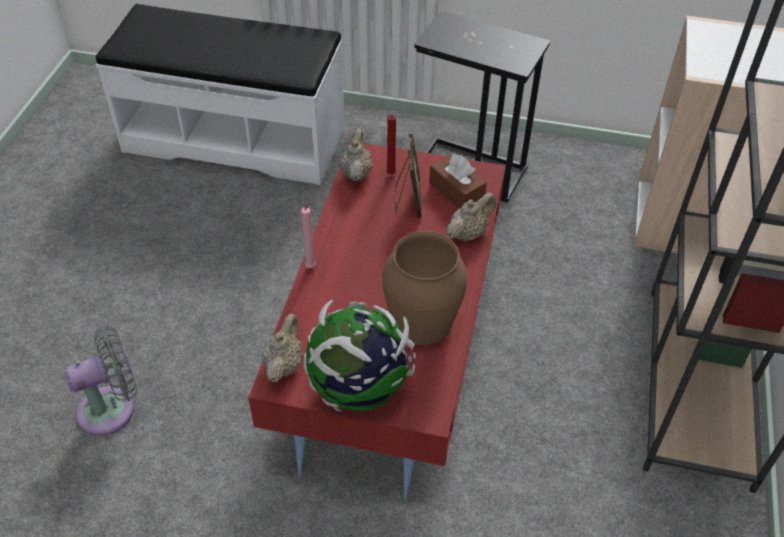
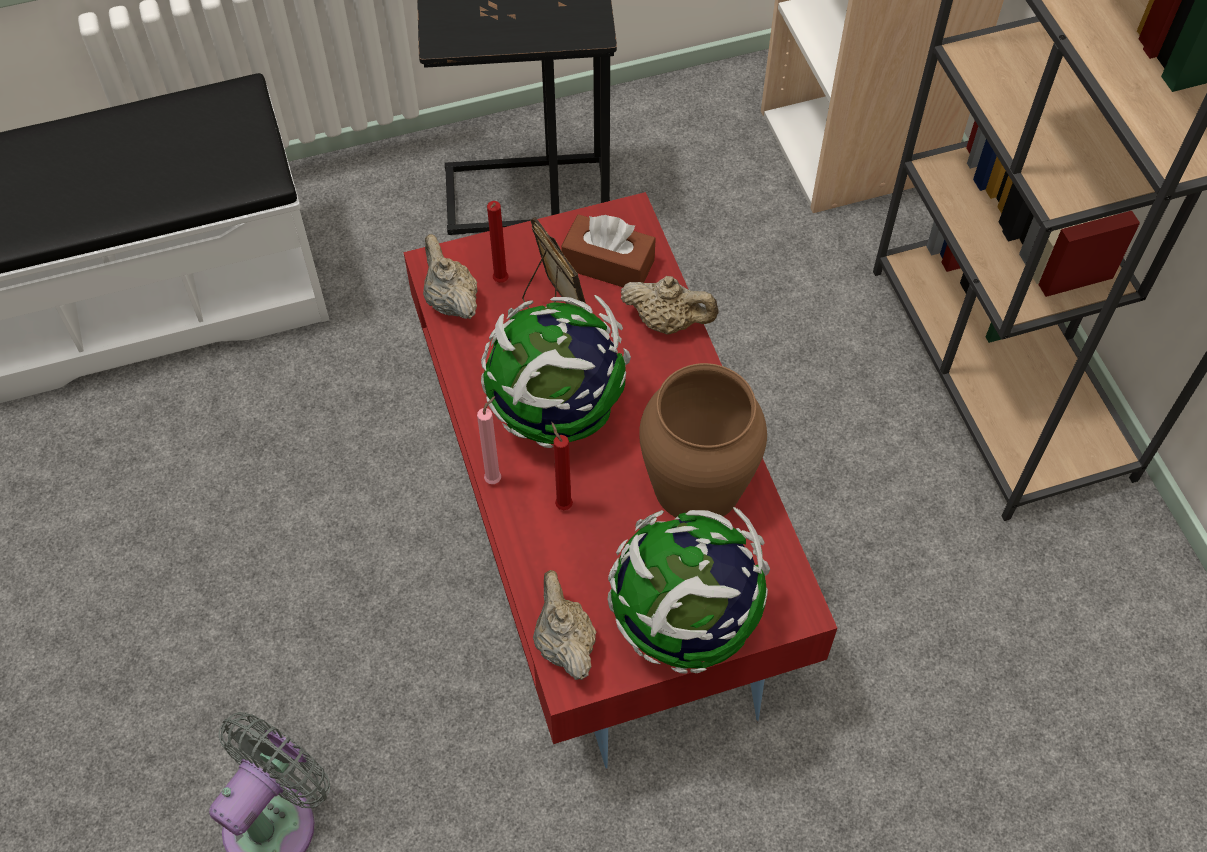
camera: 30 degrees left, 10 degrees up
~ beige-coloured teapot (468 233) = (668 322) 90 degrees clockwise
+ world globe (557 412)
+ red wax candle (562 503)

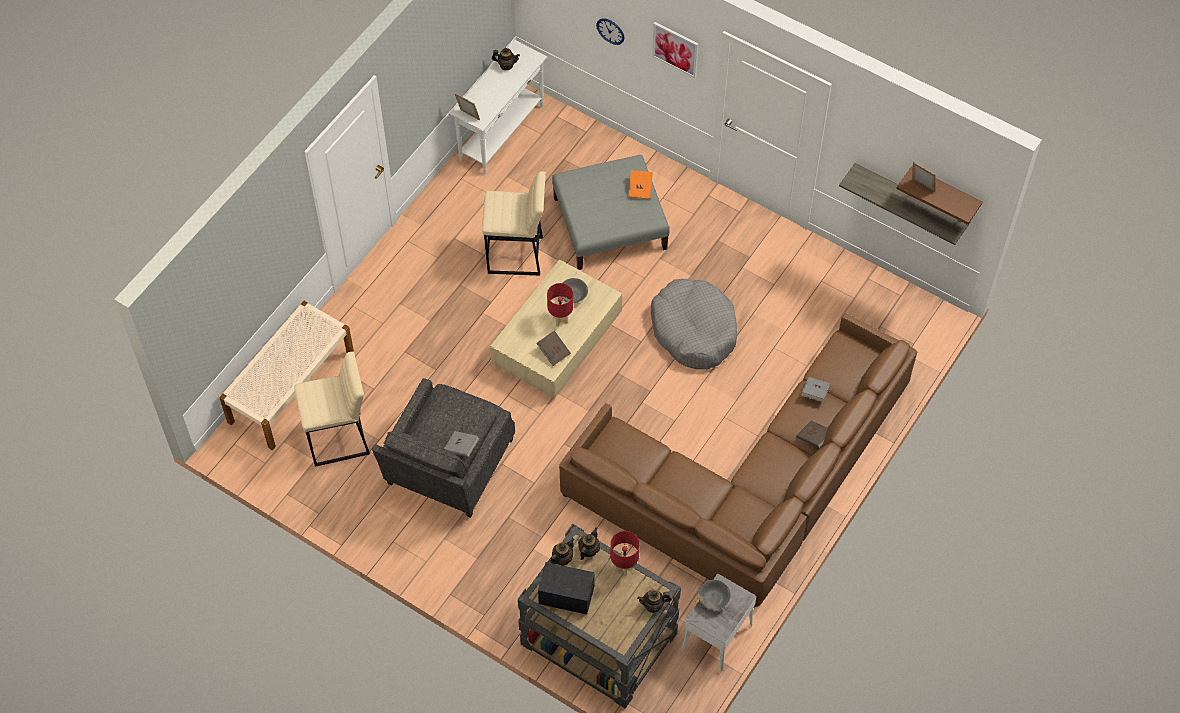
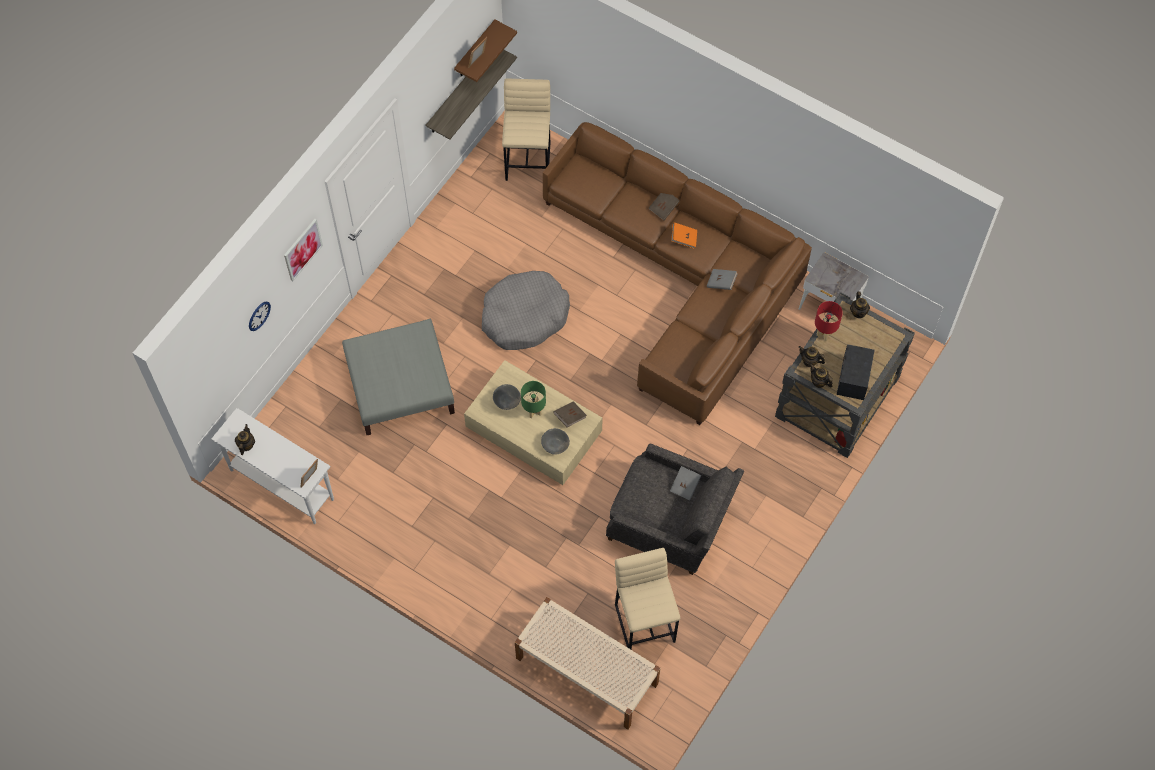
camera: 90 degrees left, 5 degrees up
~ orange-coloured bound book (640 189) to (683 238)
~ beige-coloured sitting stool (517 255) to (528 160)
~ red tabletop lamp (561 320) to green tabletop lamp (534 411)
~ grey bound book (814 393) to (721 283)
~ grey deep dish (713 599) to (554 445)

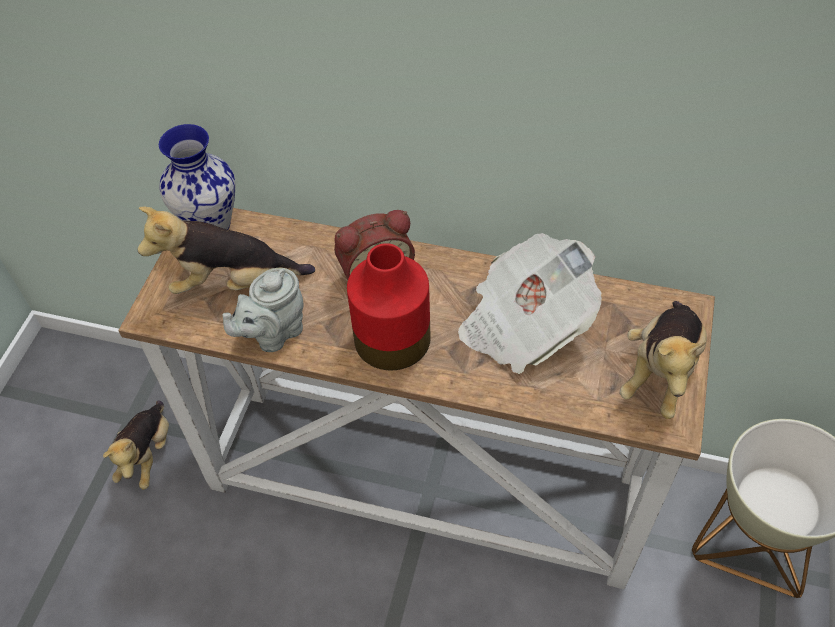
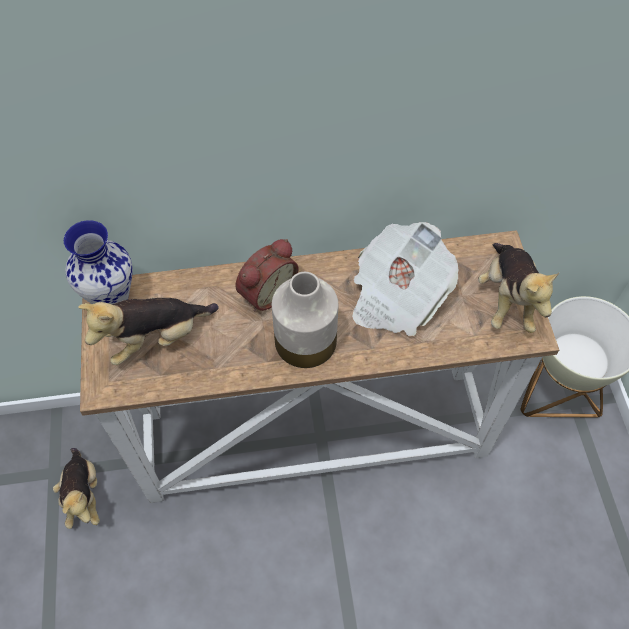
camera: 25 degrees left, 5 degrees up
~ red decorative vase (392 339) to beige-coloured decorative vase (306 341)
- grey teapot (273 333)

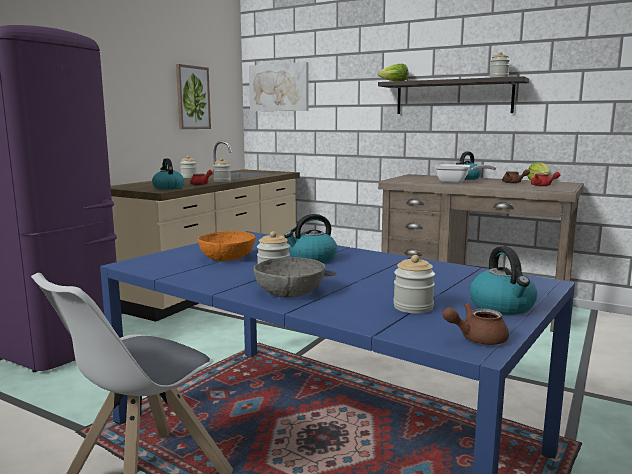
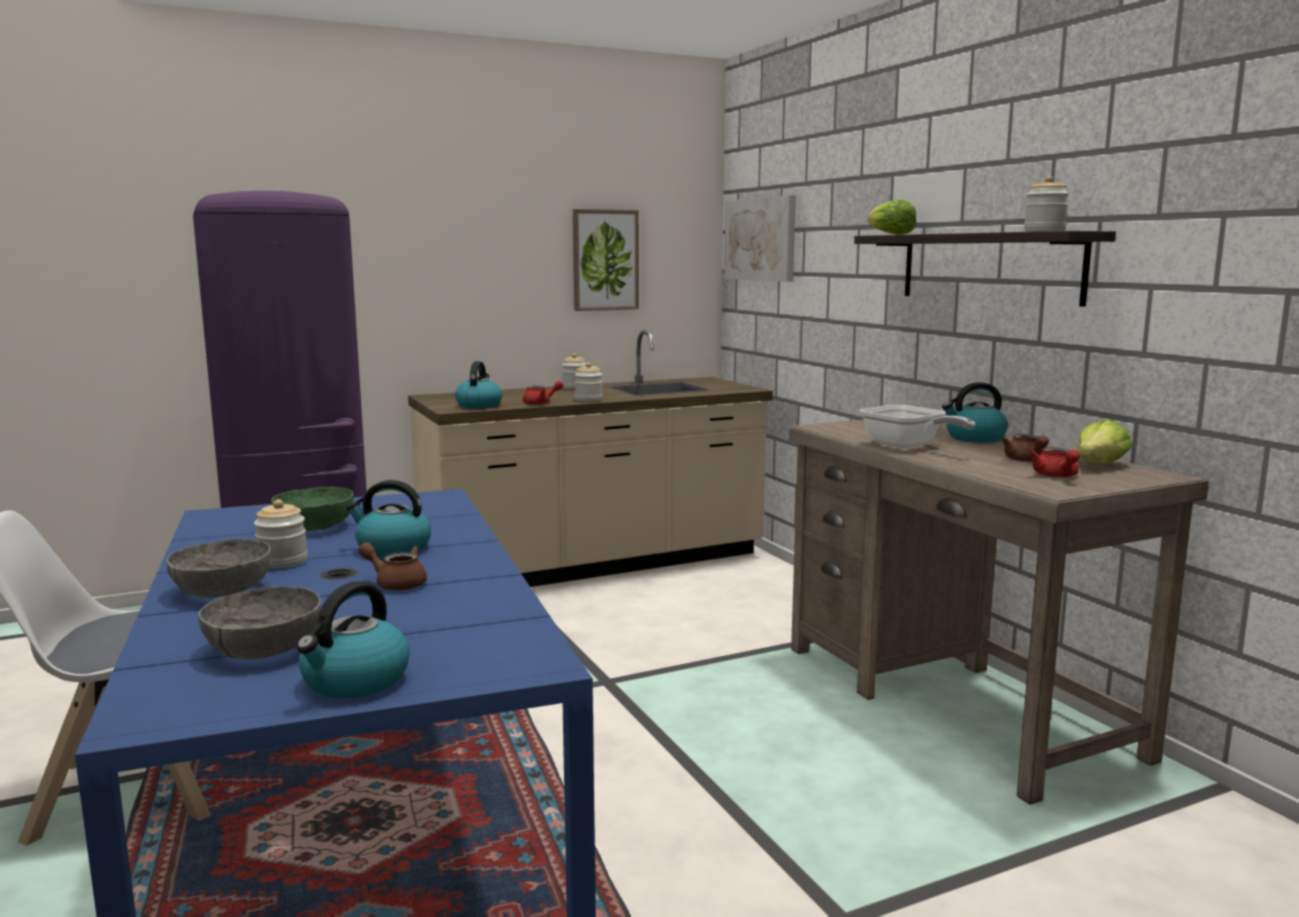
camera: 35 degrees right, 0 degrees up
~ orange-coloured deep dish (227 258) to green deep dish (314 526)
~ jar (413 307) to grey deep dish (263 648)
~ brown teapot (476 339) to (396 583)

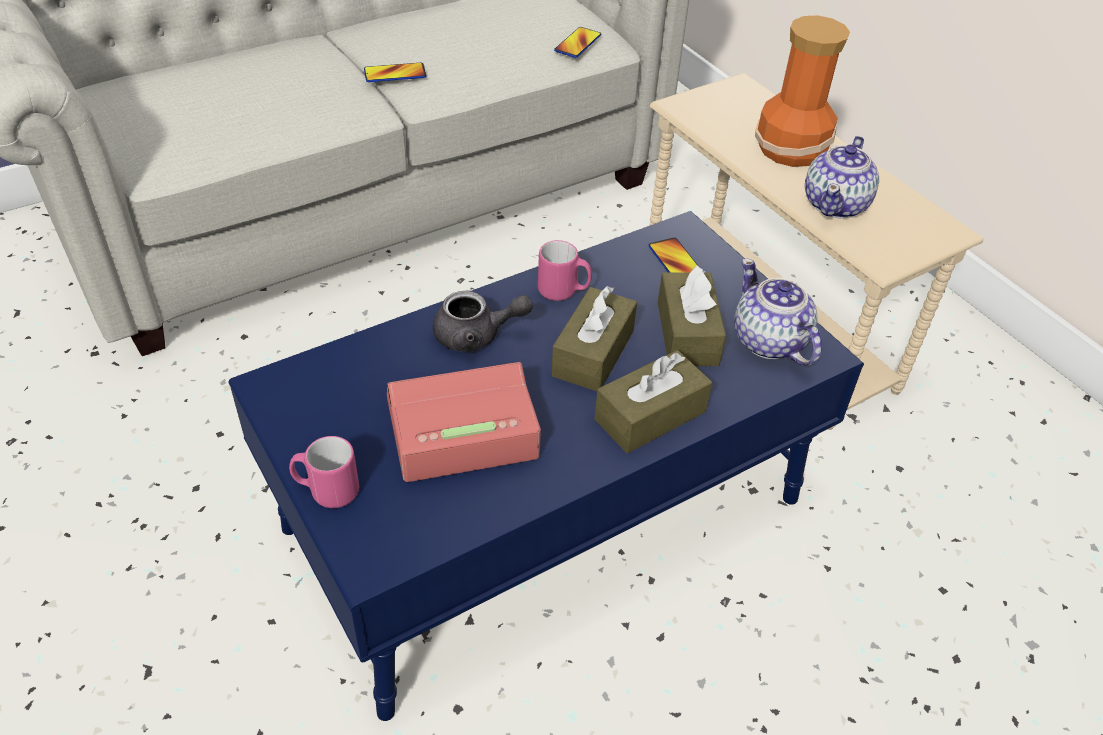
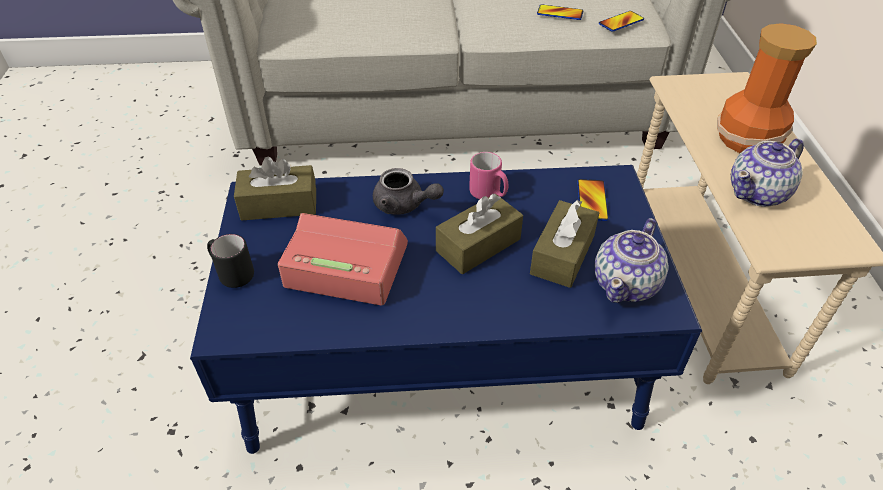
camera: 30 degrees right, 0 degrees up
~ phone (395 74) to (560 13)
~ teapot (769 342) = (626 284) 150 degrees counterclockwise
~ brown tissue holder (650 415) to (279 204)
~ pink-coloured tea mug (326 491) to blackish tea mug (232 274)

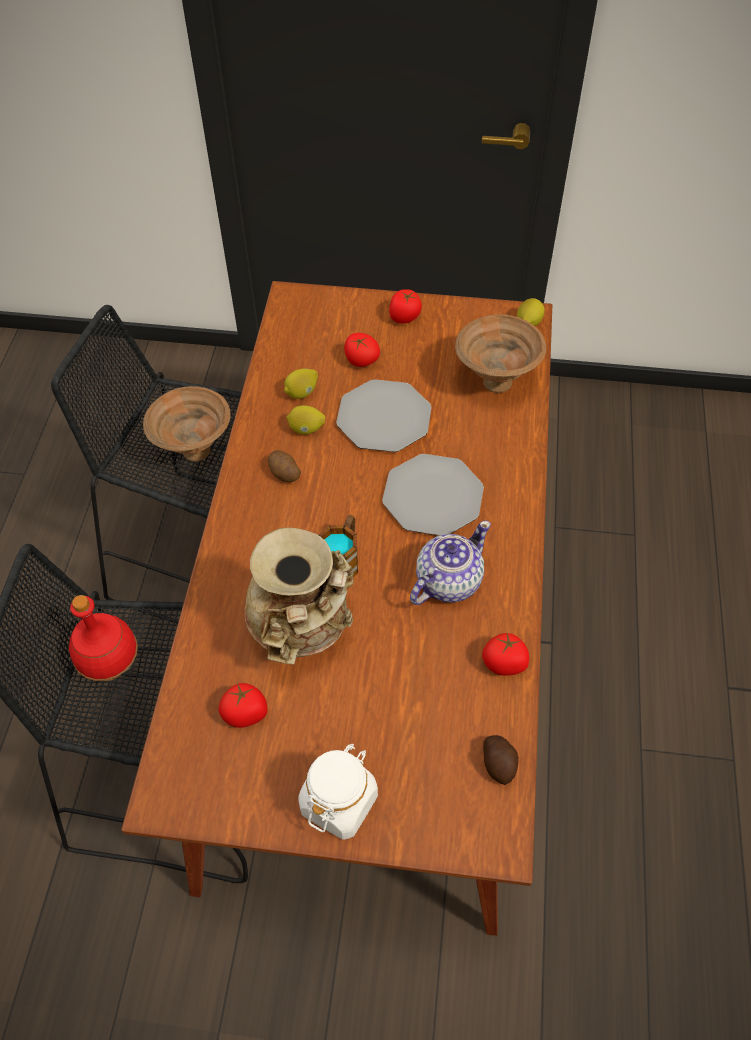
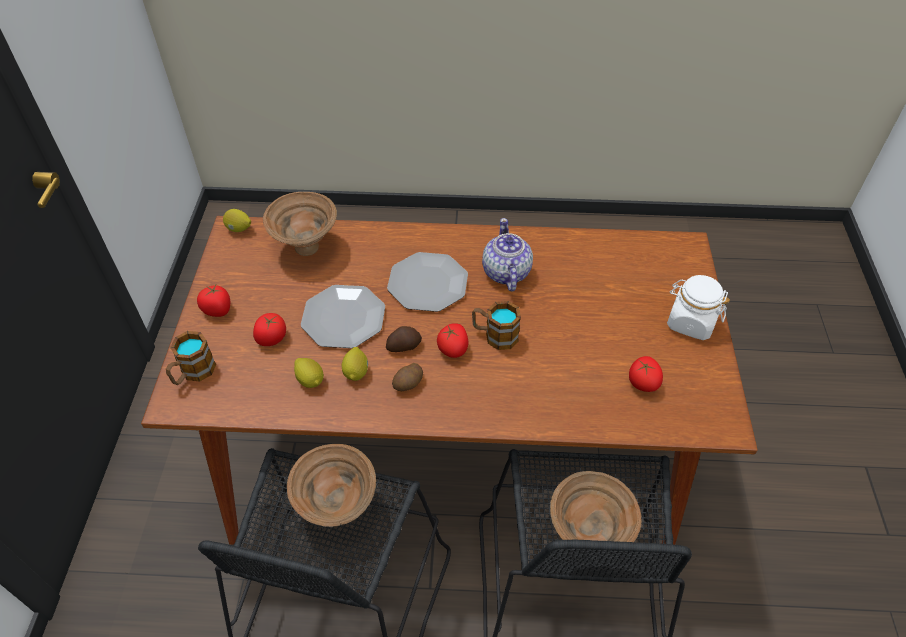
camera: 95 degrees left, 5 degrees down
~ teapot (447 581) = (505 273) 45 degrees clockwise
- beige-coloured decorative vase (304 635)
~ red drink bottle (112 664) to brown deep dish (587 535)
~ tomato (505 663) to (453 349)
~ potato (499 763) to (403 345)
+ tea mug (193 373)

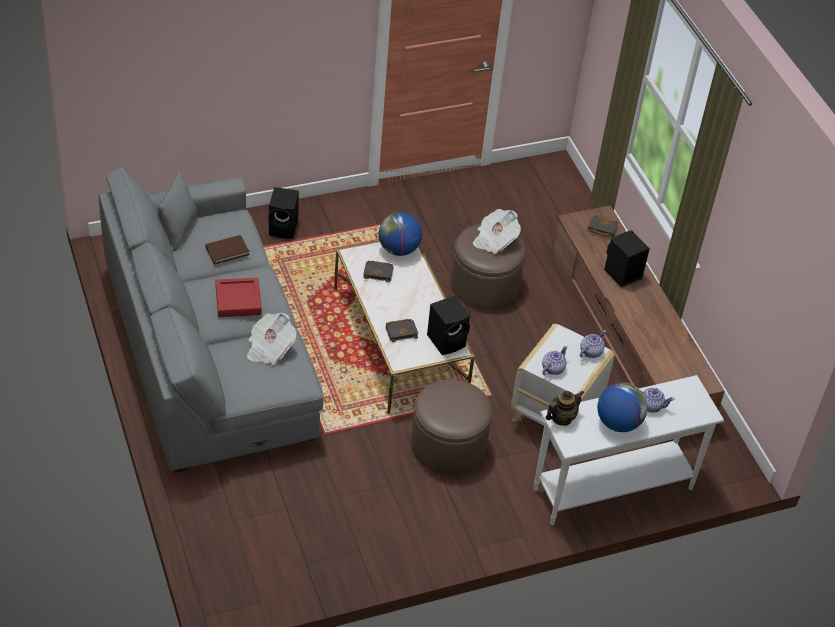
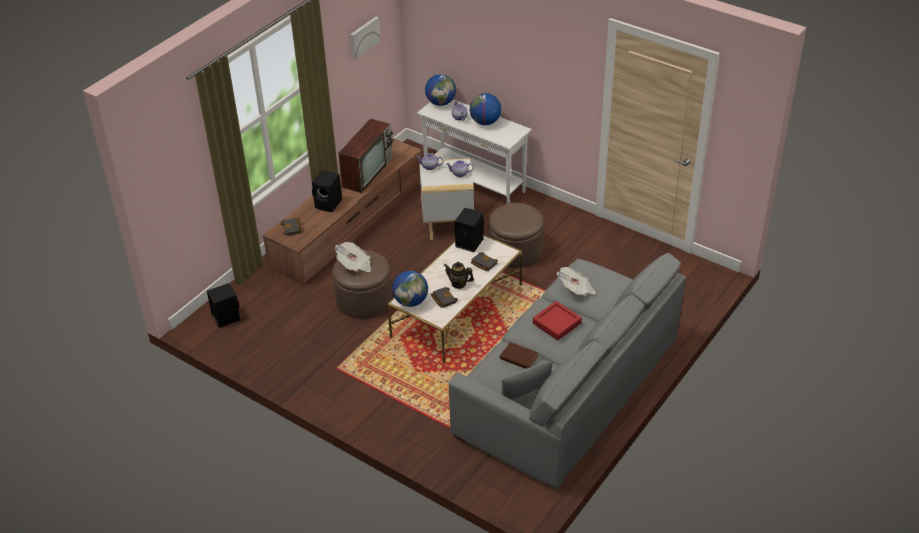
camera: 120 degrees left, 5 degrees down
~ blackish loudspeaker (284 228) to (226 317)
~ teapot (561 418) to (458 284)
+ wall art (364 37)
+ world globe (441 103)
+ television (367 171)

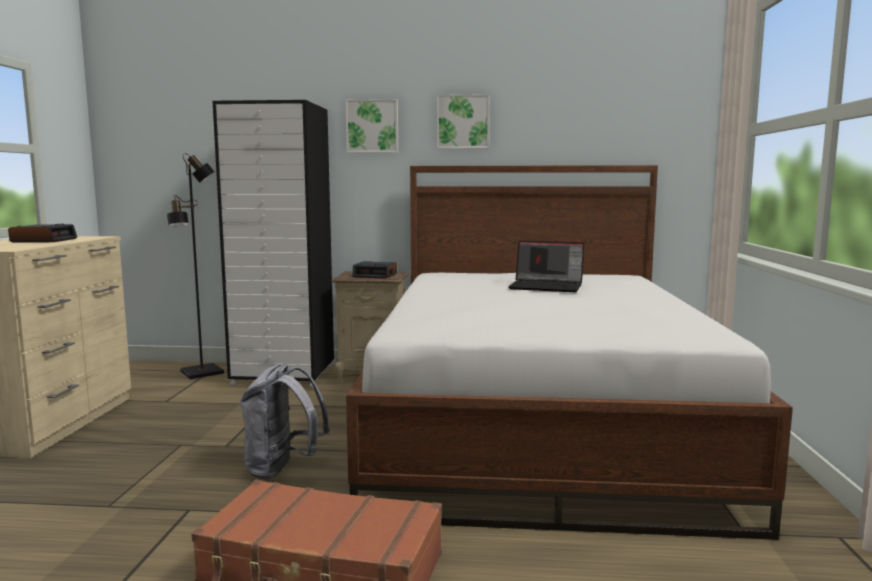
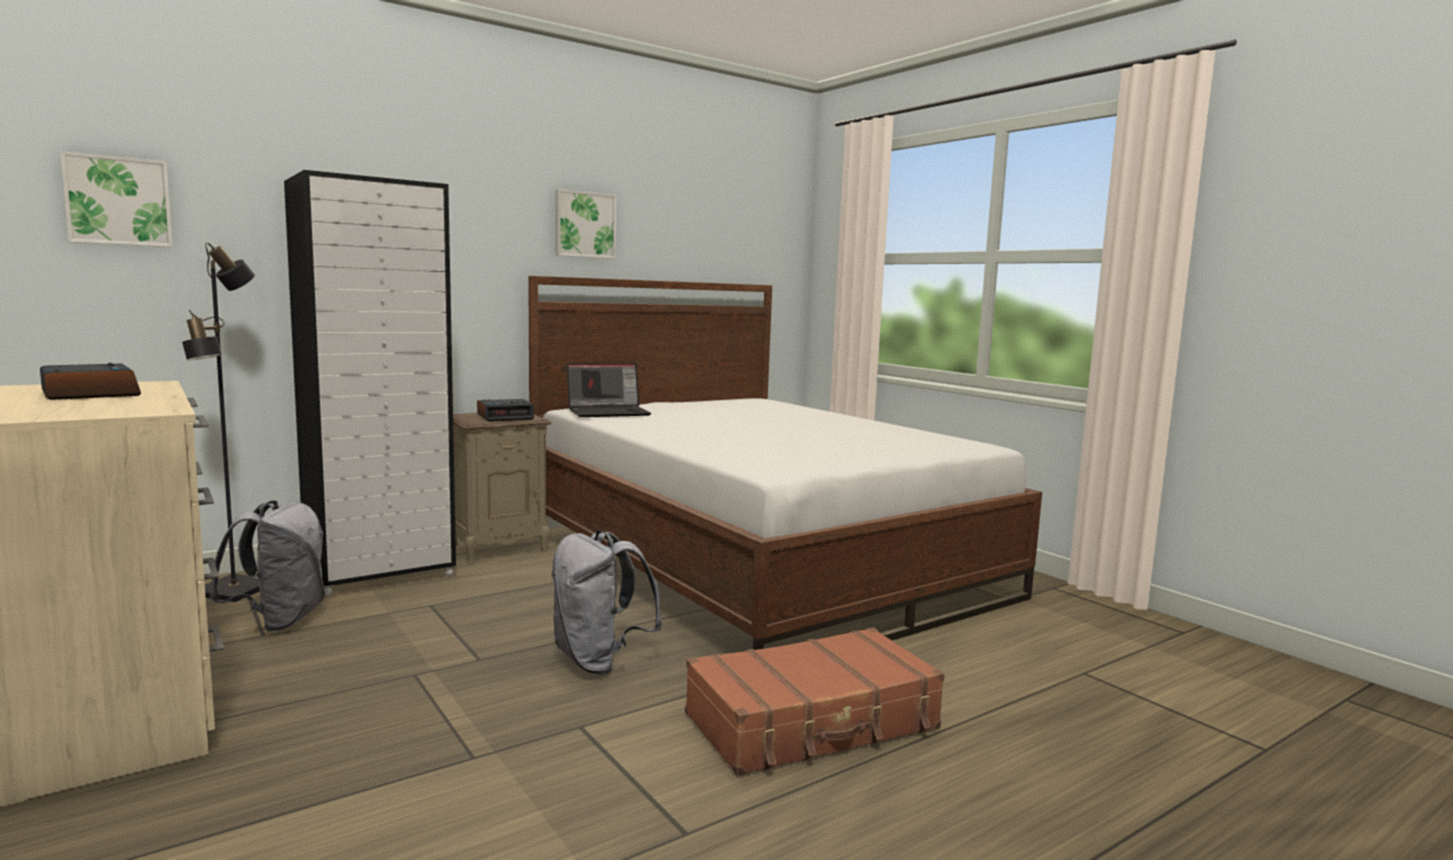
camera: 40 degrees left, 0 degrees up
~ wall art (372 126) to (118 201)
~ portable computer (547 287) to (609 412)
+ grey backpack (279 621)

